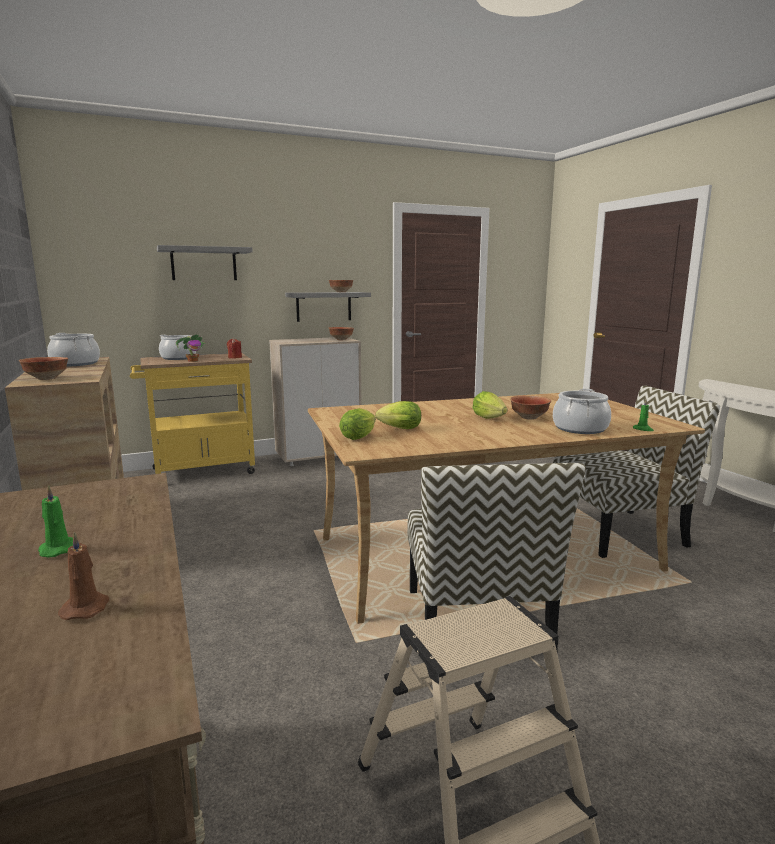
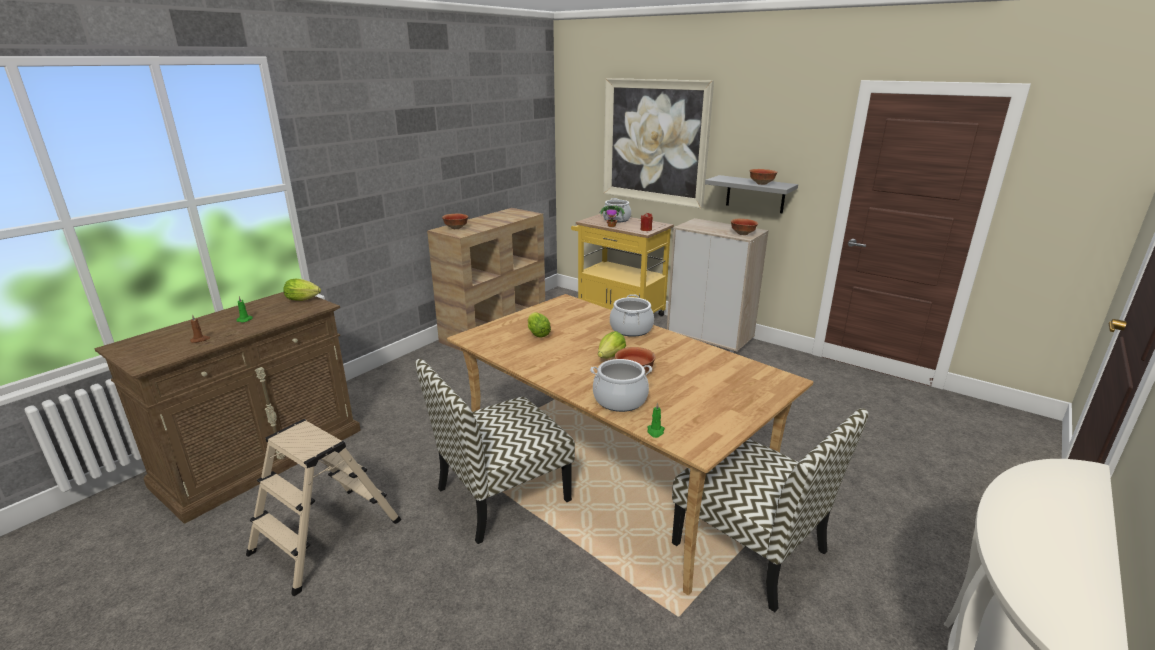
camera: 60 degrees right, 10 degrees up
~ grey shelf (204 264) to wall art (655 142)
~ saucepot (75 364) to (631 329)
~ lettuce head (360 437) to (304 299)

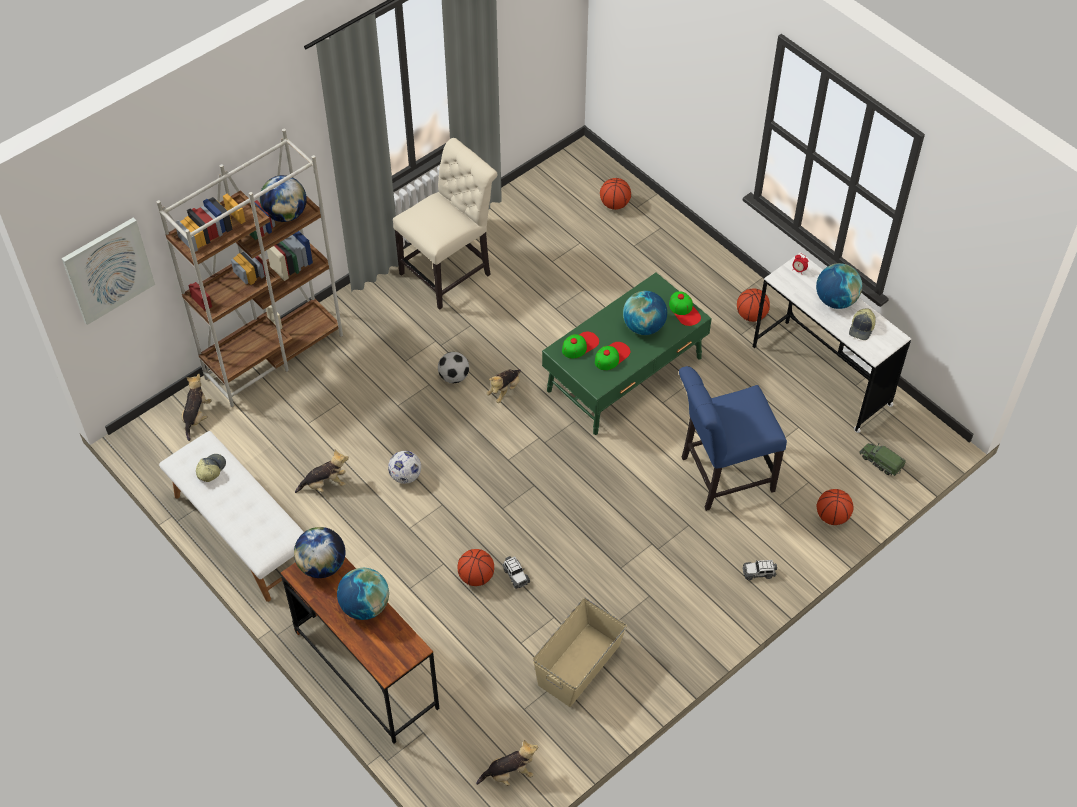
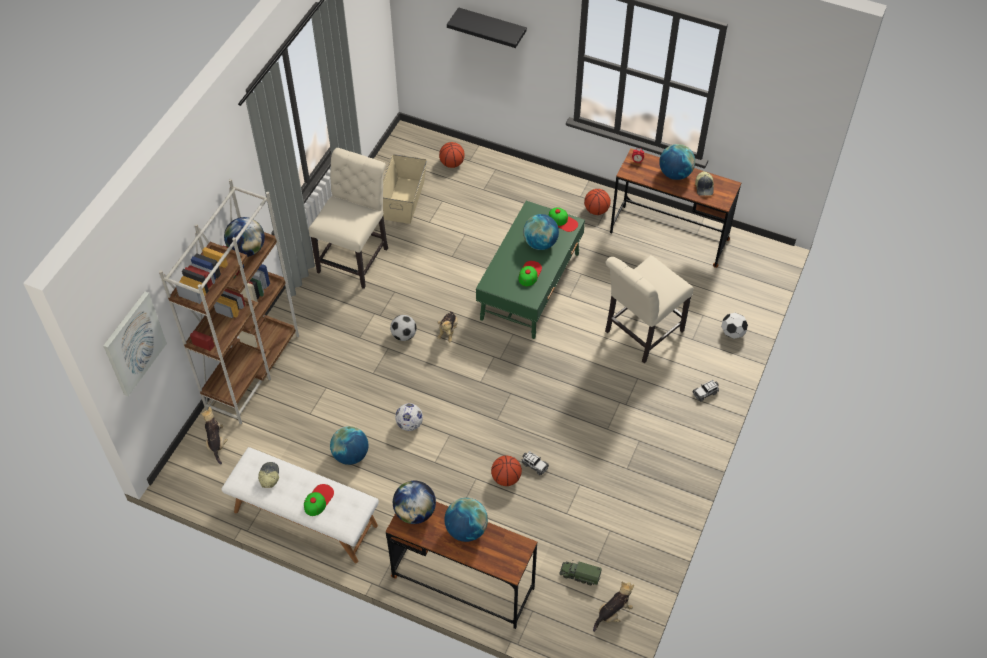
camera: 25 degrees left, 0 degrees up
~ white-coloured desk unit (821 375) to brown desk unit (669 236)
~ peaked cap (580 345) to (318 500)
~ blue-coloured plain chair (721 475) to beige-coloured plain chair (640 333)
~ model truck (880 462) to (580 575)
~ cuddly toy (325 484) to world globe (350 455)
~ ball for basketball (832 516) to football (732 333)
~ beige-coloured storage container (578 664) to (403 200)
+ blackish shelf (492 28)

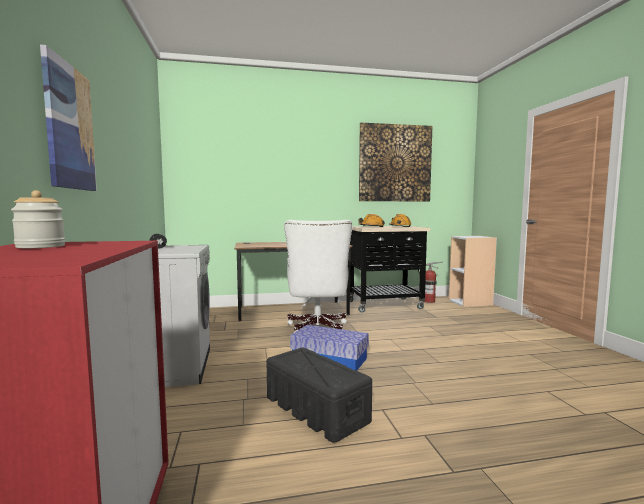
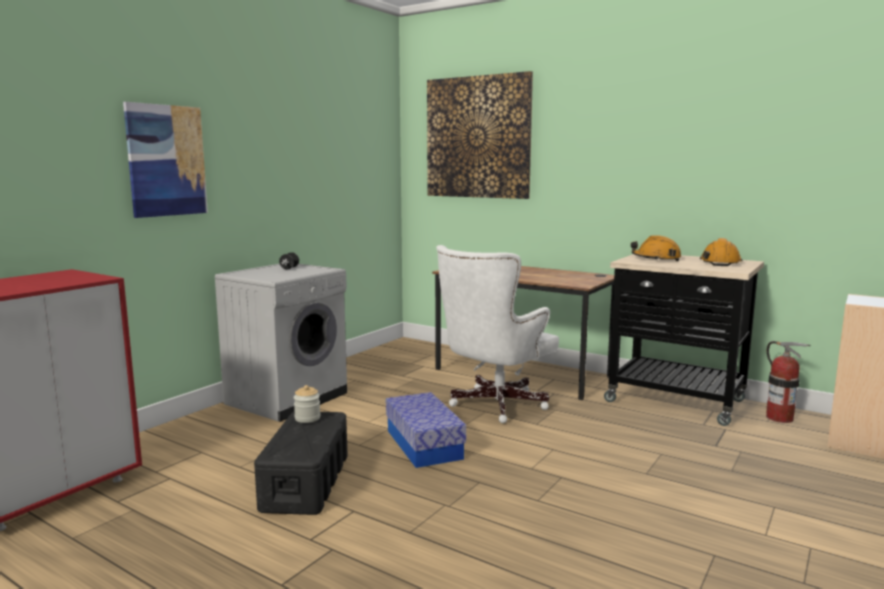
camera: 45 degrees right, 5 degrees up
~ wall art (395 163) to (478 137)
~ jar (41 246) to (307 418)

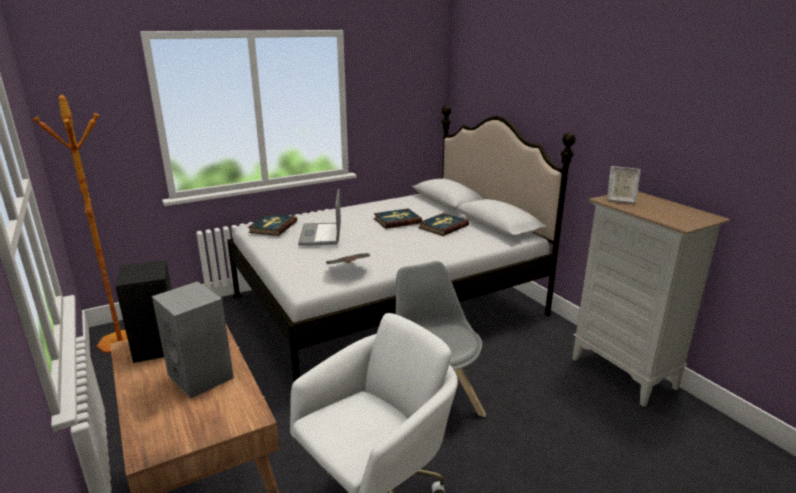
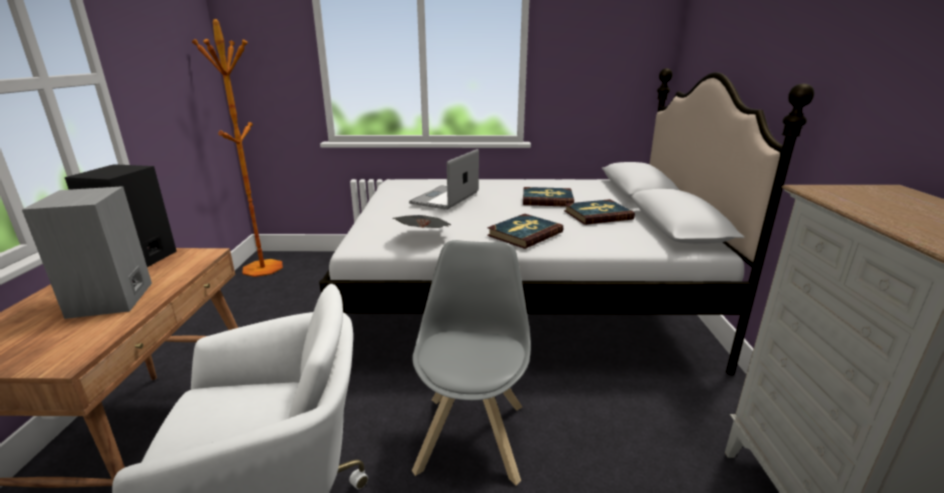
camera: 30 degrees right, 0 degrees up
- picture frame (620 200)
~ bound book (272 227) to (524 234)

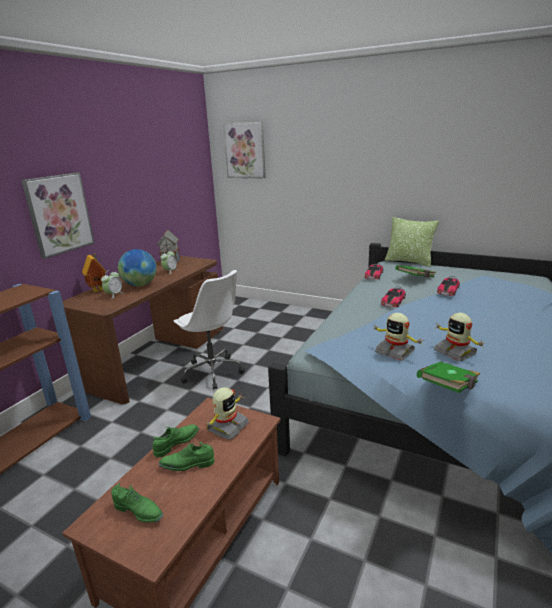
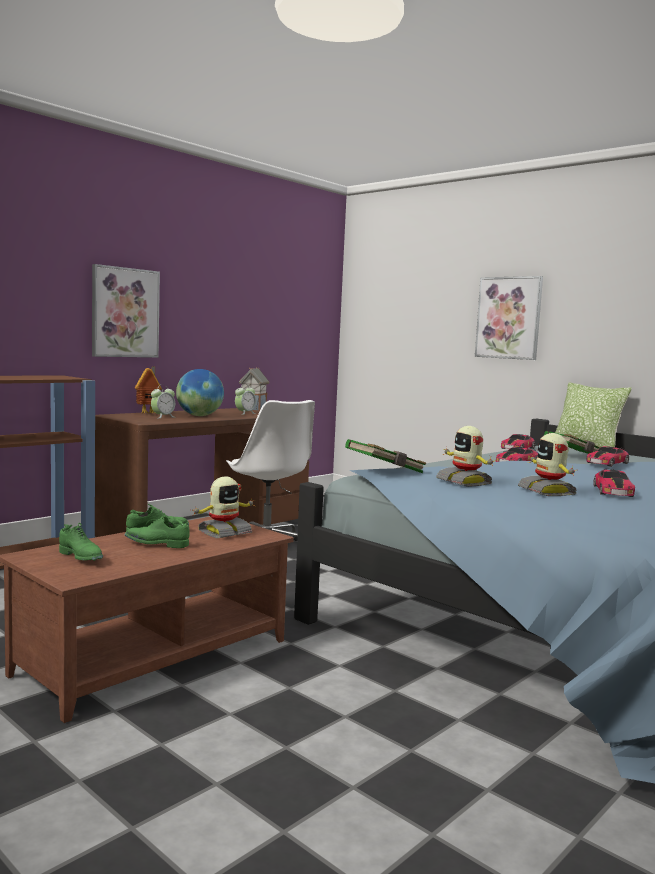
camera: 15 degrees right, 15 degrees down
~ wall art (245 150) to (509 318)
~ green bound book (448 388) to (385 471)
+ model car (612 491)

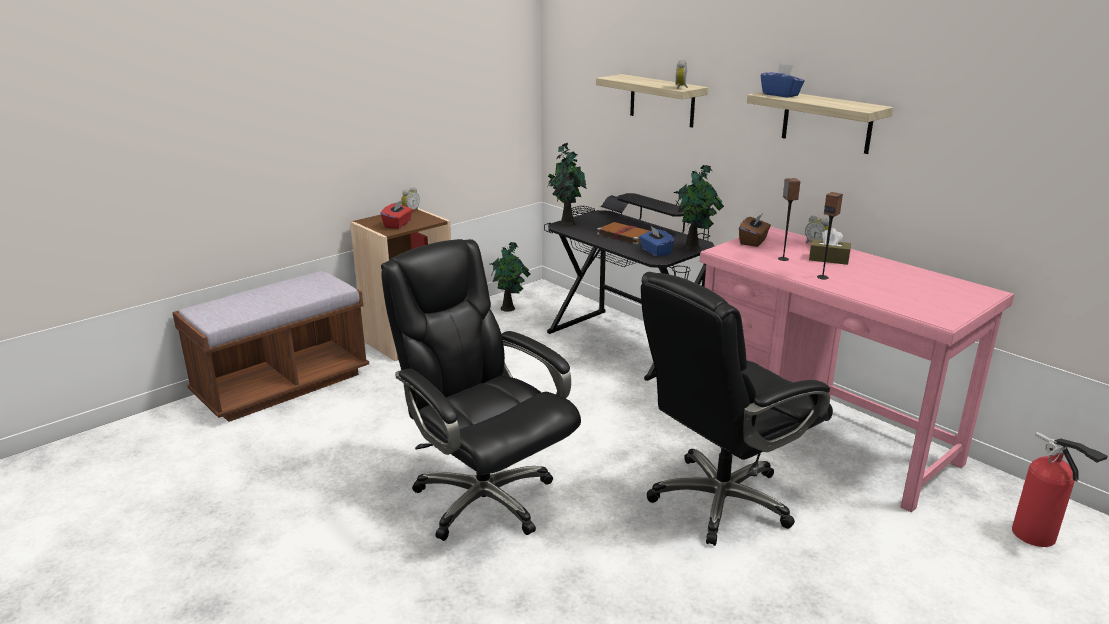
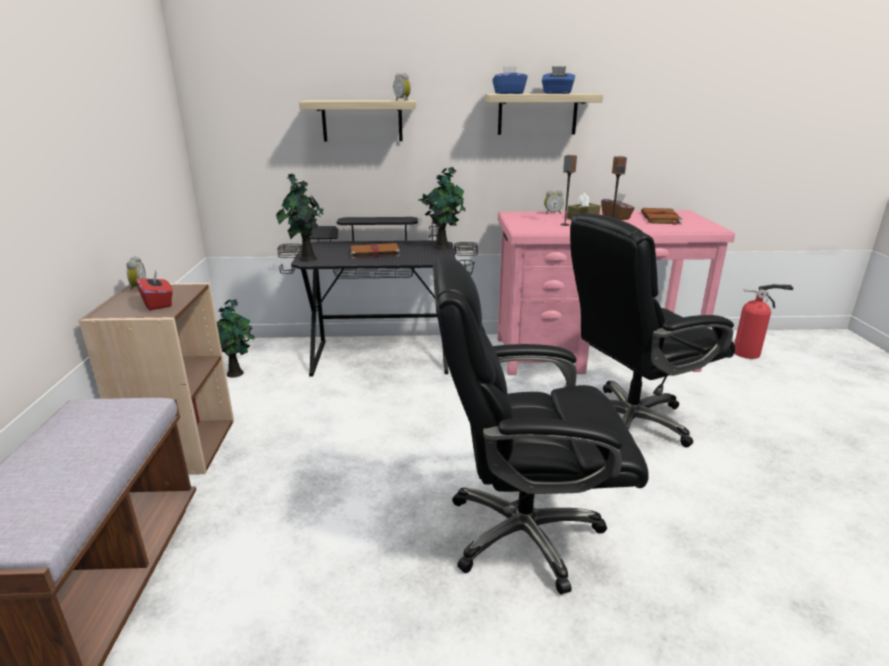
camera: 50 degrees left, 0 degrees up
~ brown tissue holder (753 241) to (616 217)
~ blue-coloured tissue holder (655 252) to (557 93)
~ blackish computer chair (723 498) = (632 420) 60 degrees clockwise
+ brown bound book (660 218)

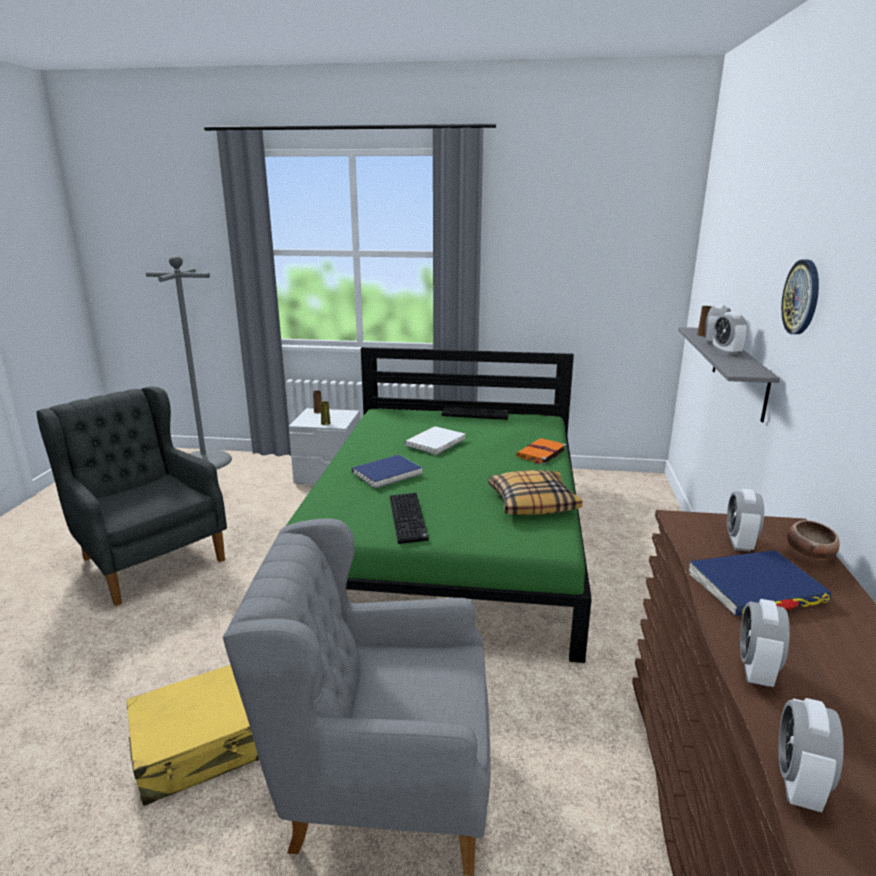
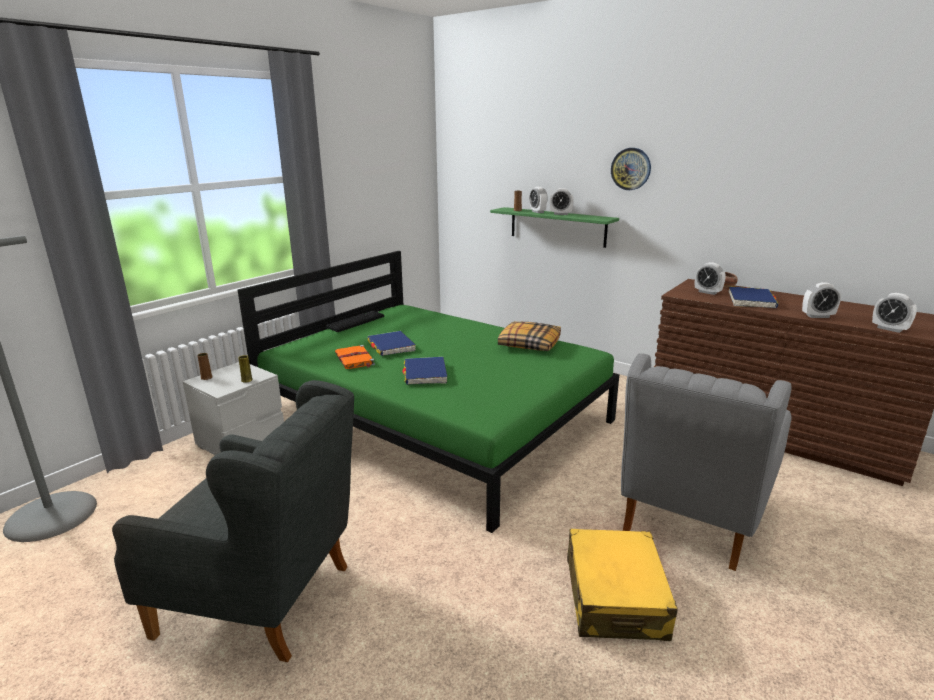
camera: 60 degrees left, 0 degrees up
~ grey shelf (739 371) to green shelf (557 226)
~ grey armchair (148 559) = (261 597) 150 degrees counterclockwise
~ white-coloured bound book (435 443) to blue-coloured bound book (391 346)
~ orange-coloured bound book (541 453) to (354 359)
- PC keyboard (409 519)
~ table clock (756 670) = (817 316) 45 degrees counterclockwise

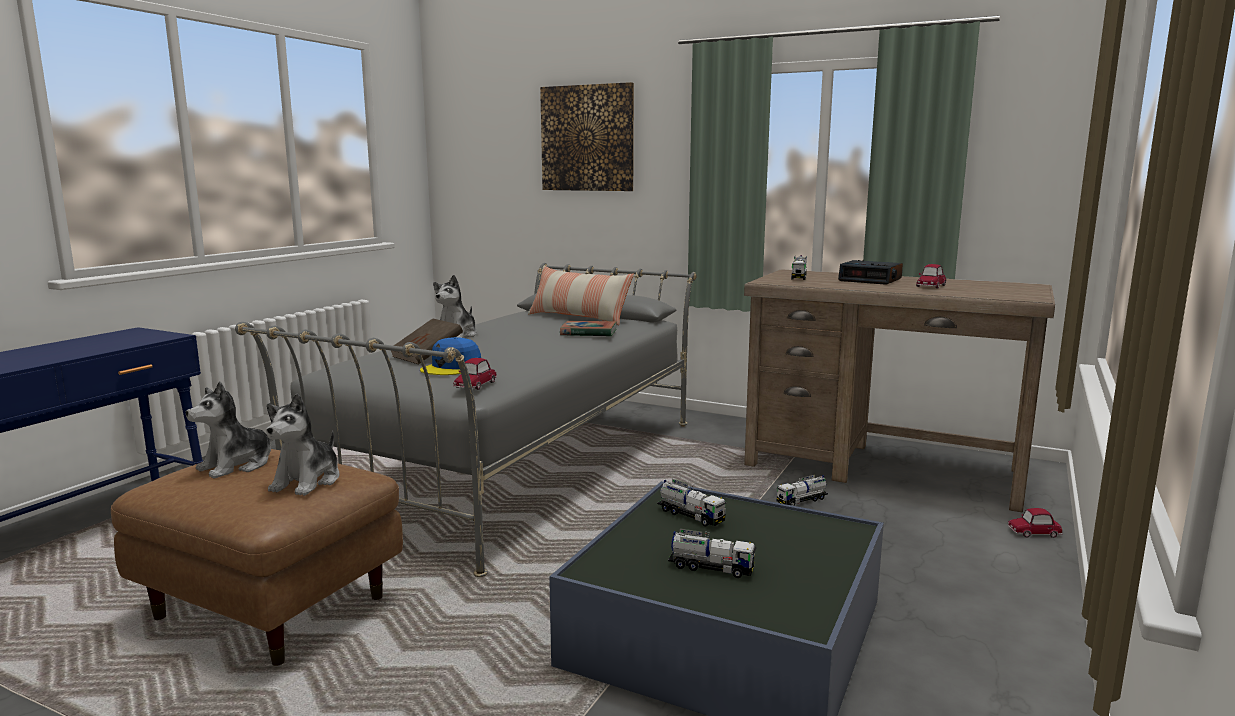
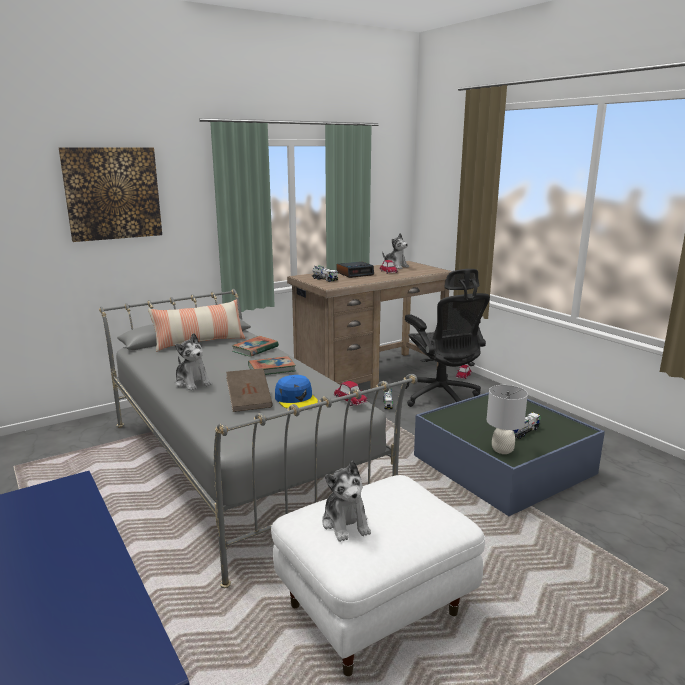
camera: 60 degrees left, 5 degrees up
~ cuddly toy (307 481) to (395 266)
~ brown footrest (273 609) to white-coloured footrest (376 609)
- model truck (690 516)
+ computer chair (441 398)
+ bound book (272 369)
+ grey tabletop lamp (501 450)

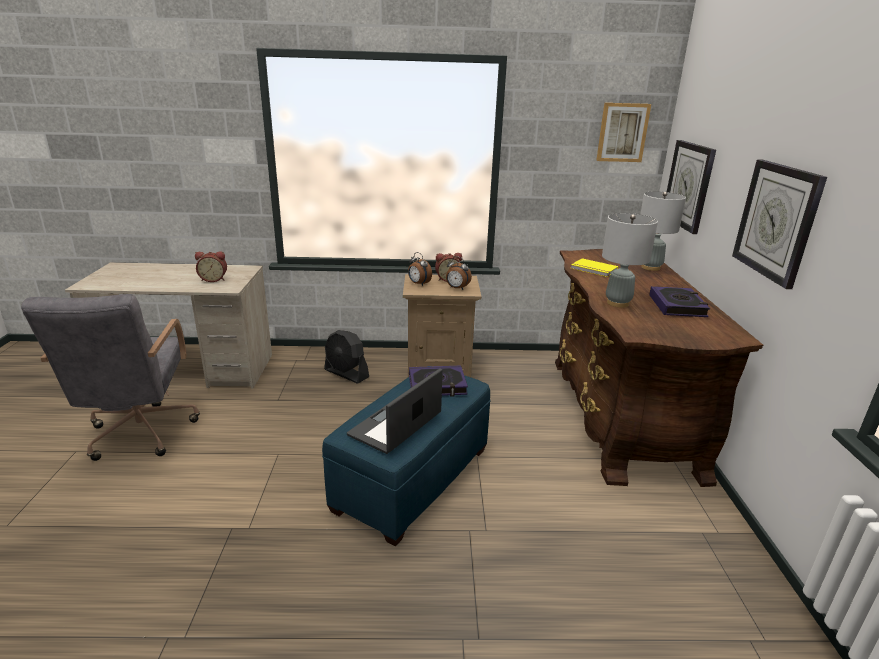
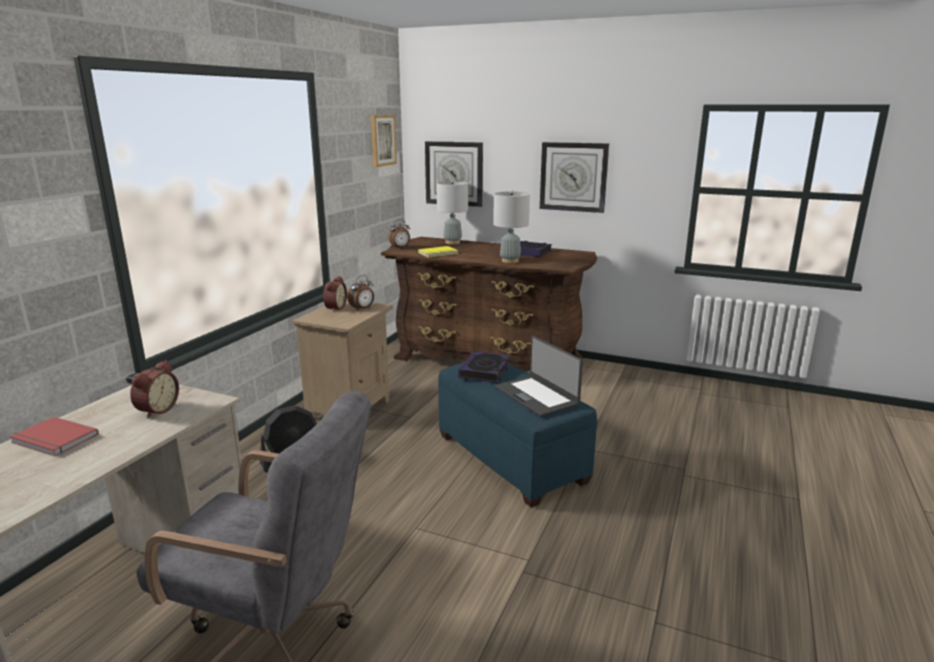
camera: 65 degrees left, 5 degrees down
~ table clock (418 284) to (400 248)
+ red bound book (53 440)

